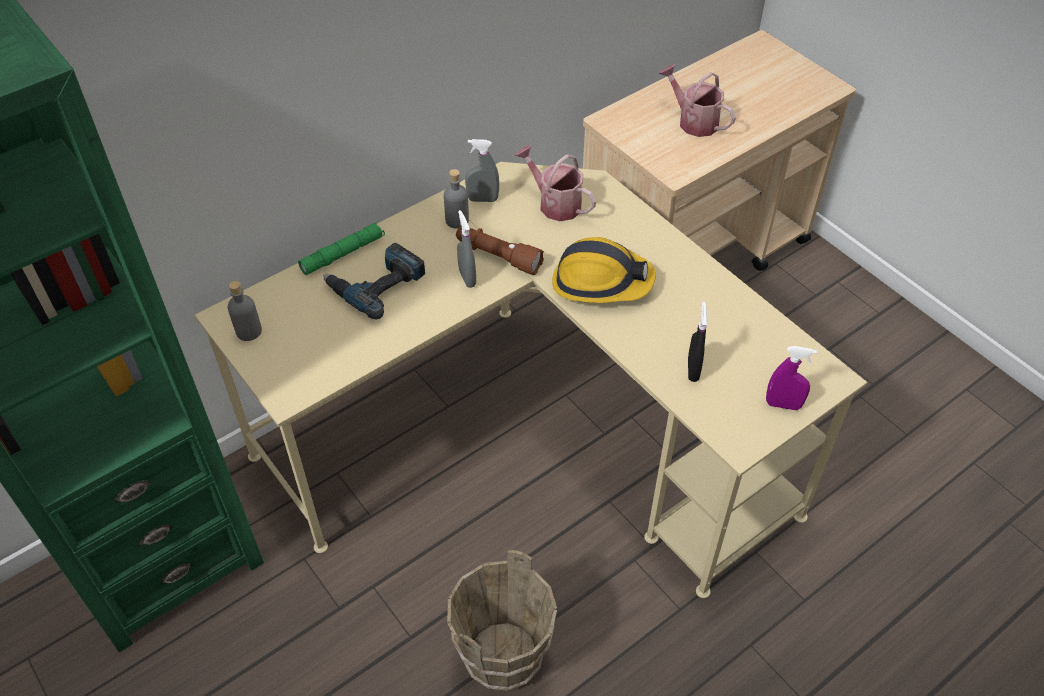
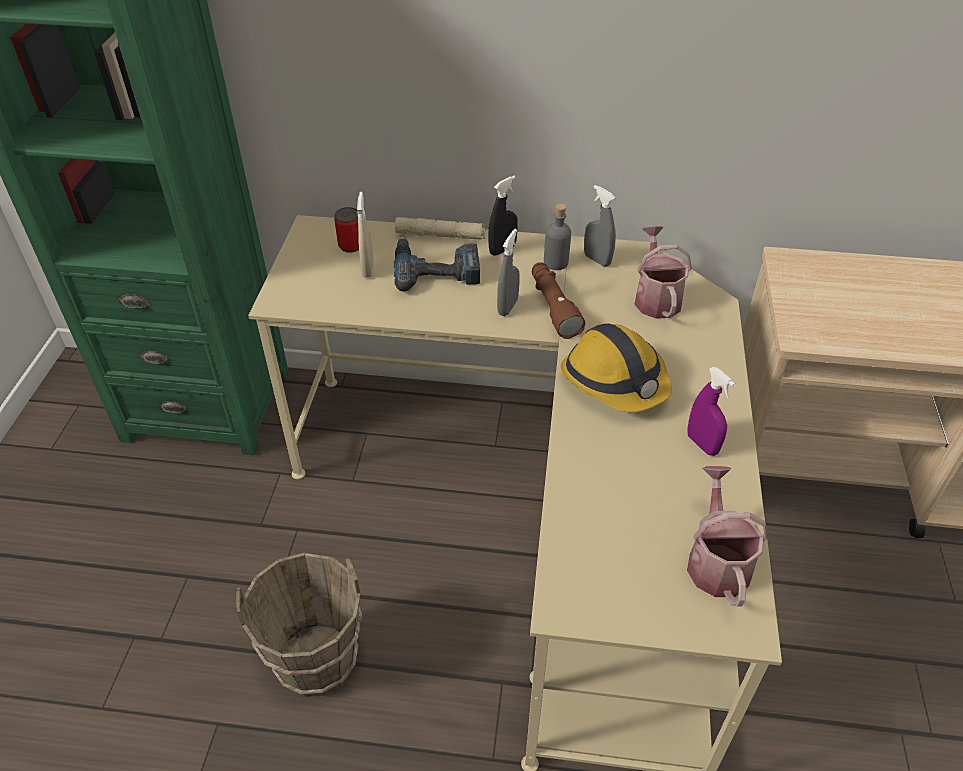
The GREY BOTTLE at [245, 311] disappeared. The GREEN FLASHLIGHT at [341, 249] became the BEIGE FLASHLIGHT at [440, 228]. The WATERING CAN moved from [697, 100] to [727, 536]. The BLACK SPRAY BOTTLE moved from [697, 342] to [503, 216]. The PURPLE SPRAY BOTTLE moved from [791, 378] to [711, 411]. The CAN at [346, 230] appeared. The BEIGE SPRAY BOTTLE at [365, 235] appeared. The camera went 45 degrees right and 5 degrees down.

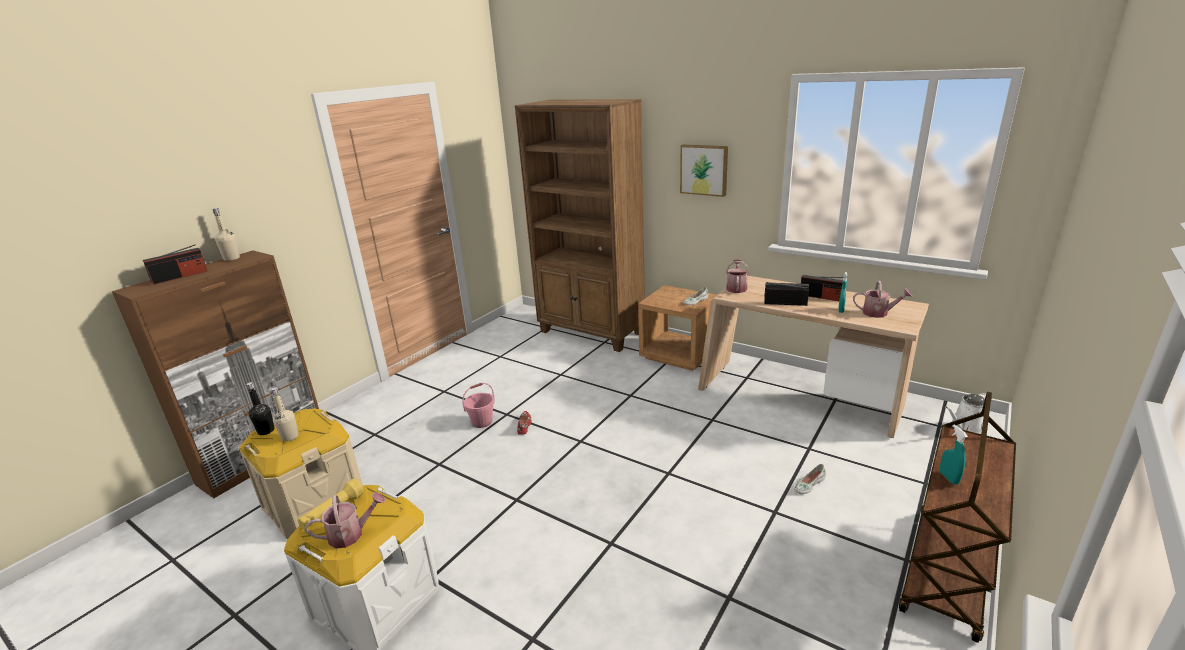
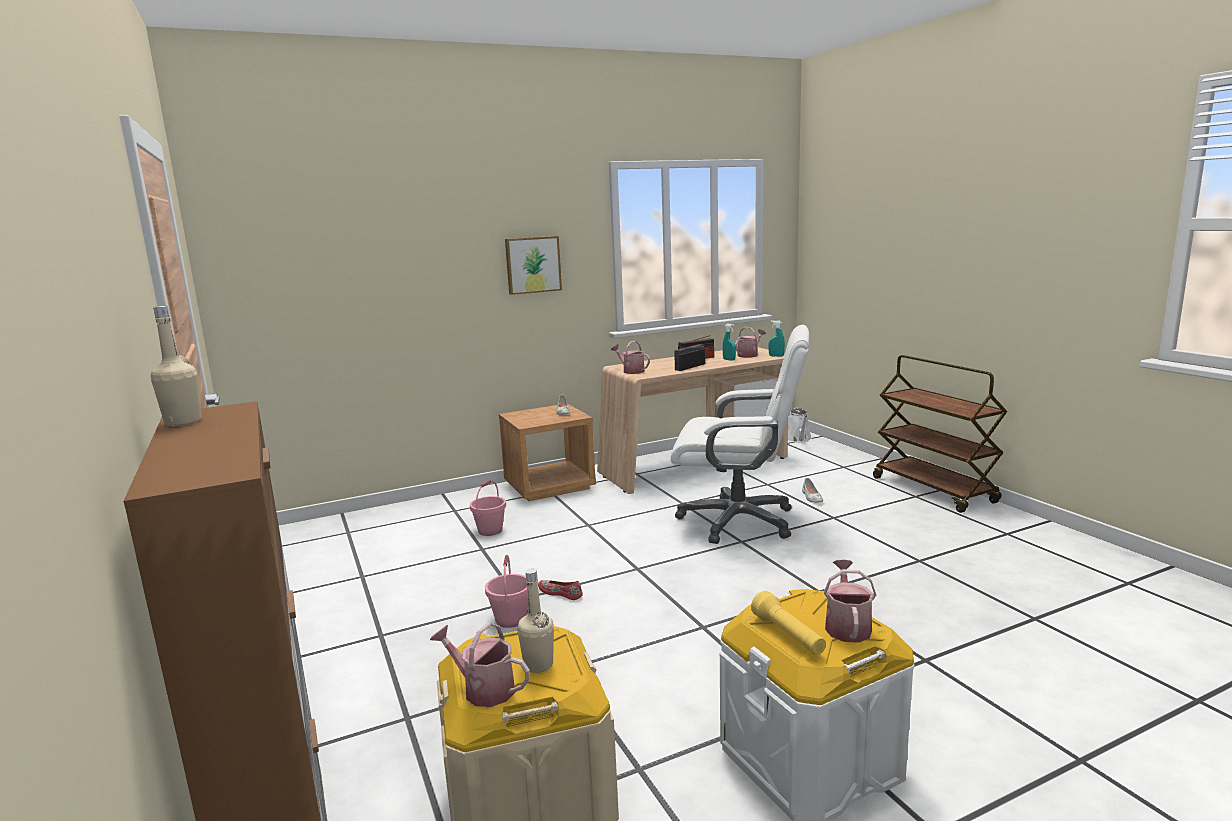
The RADIO at [175, 264] disappeared. The BLACK BOTTLE at [260, 408] was replaced by the WATERING CAN at [480, 664]. The BROWN BOOKCASE at [580, 225] disappeared. The TURQUOISE SPRAY BOTTLE moved from [954, 455] to [776, 338]. The PINK BUCKET at [488, 508] appeared. The WHITE OFFICE CHAIR at [740, 434] appeared. The camera went 60 degrees left and 10 degrees down.

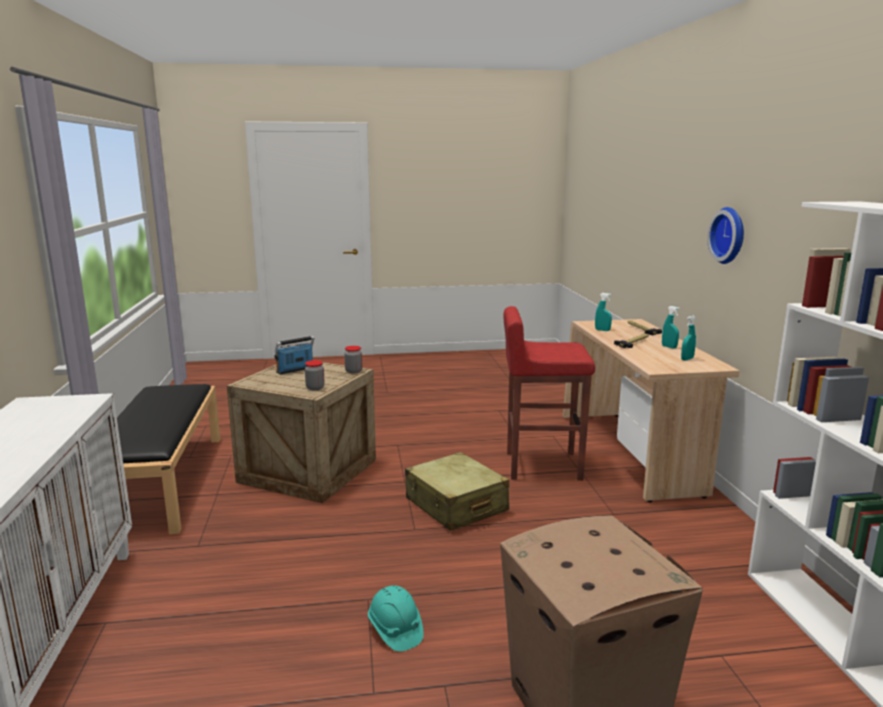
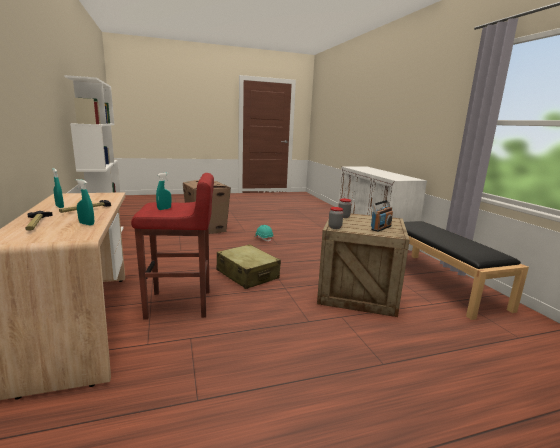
The TURQUOISE SPRAY BOTTLE moved from [688, 338] to [164, 191]. The WALL CLOCK at [725, 235] disappeared. The camera went 170 degrees right and 0 degrees up.

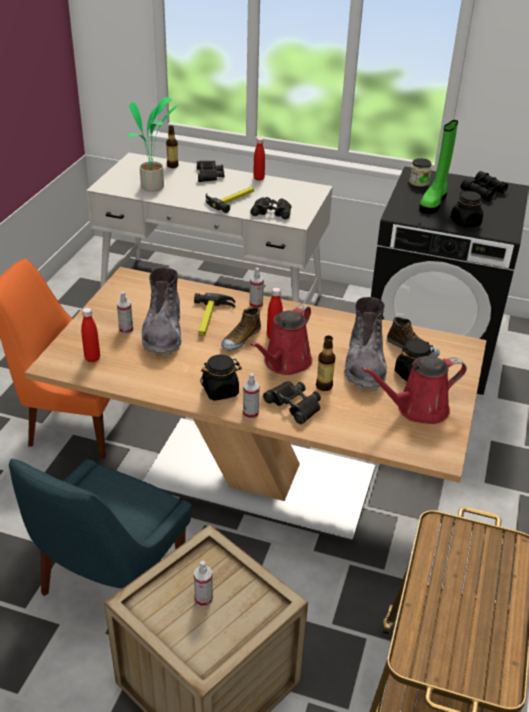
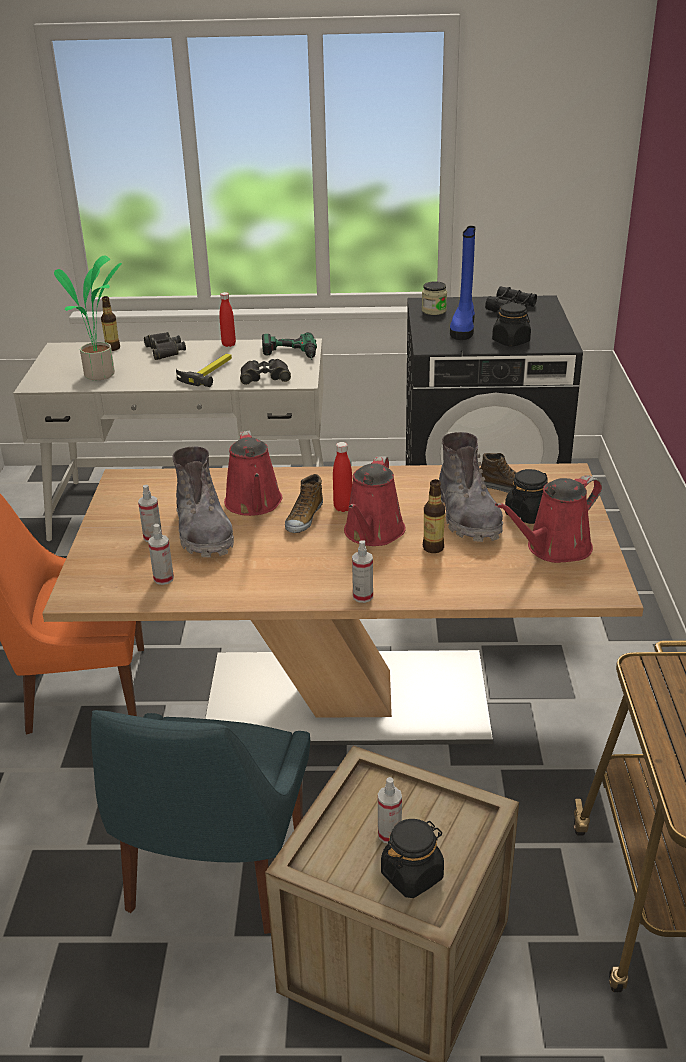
The RED BOTTLE at [90, 335] disappeared. The HAMMER at [214, 314] was replaced by the RED WATERING CAN at [253, 473]. The BLACK JAR moved from [221, 378] to [412, 858]. The SPRAY BOTTLE moved from [257, 288] to [161, 554]. The BLACK BINOCULARS at [292, 402] disappeared. The GREEN BOOT at [438, 167] became the BLUE BOOT at [463, 283]. The POWER DRILL at [289, 346] appeared. The camera went 15 degrees left and 5 degrees down.

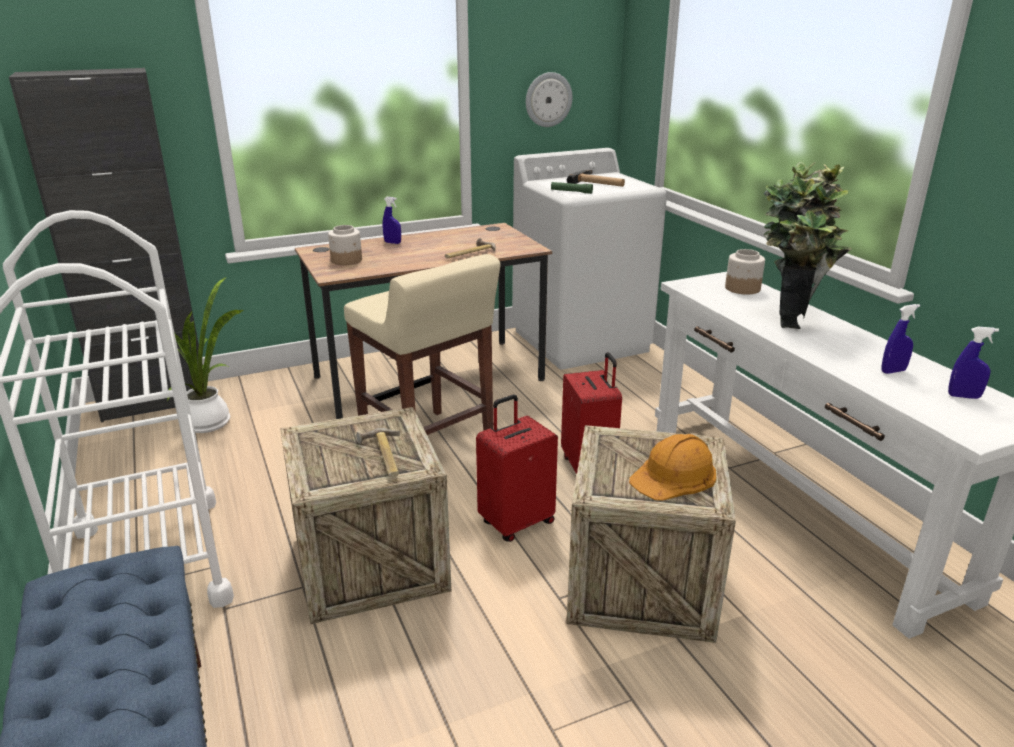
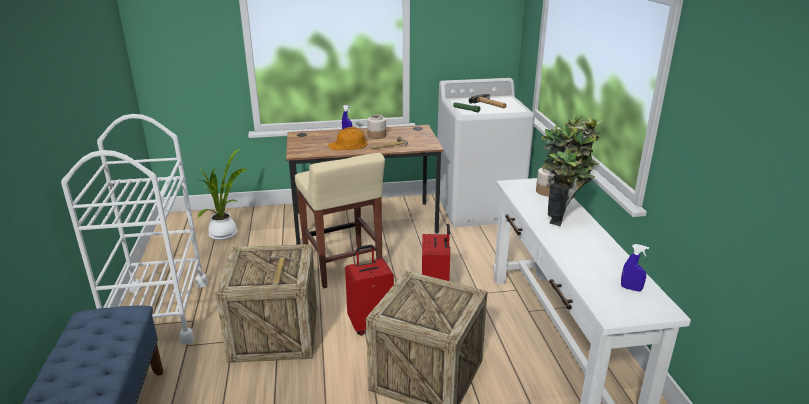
The BLACK CABINET at [106, 245] disappeared. The JAR moved from [345, 245] to [376, 126]. The WALL CLOCK at [549, 99] disappeared. The ORANGE HARD HAT moved from [672, 467] to [348, 138]. The BLUE SPRAY BOTTLE at [900, 339] disappeared. The camera went 15 degrees right and 0 degrees up.

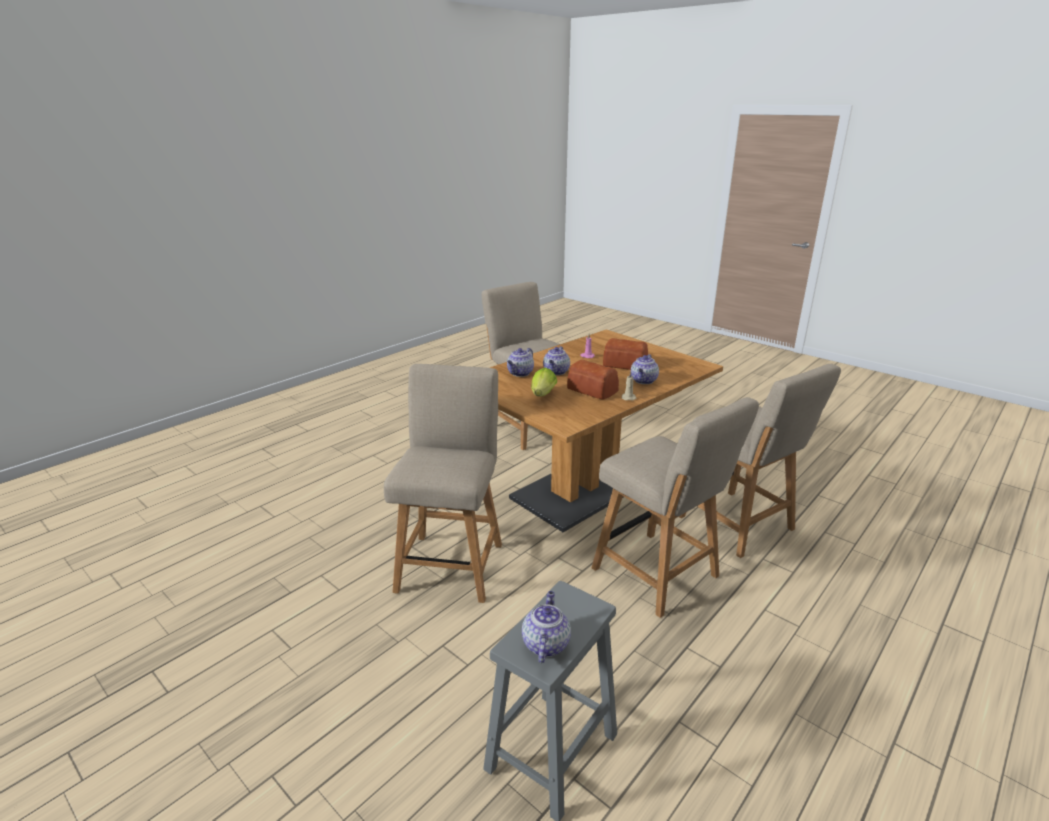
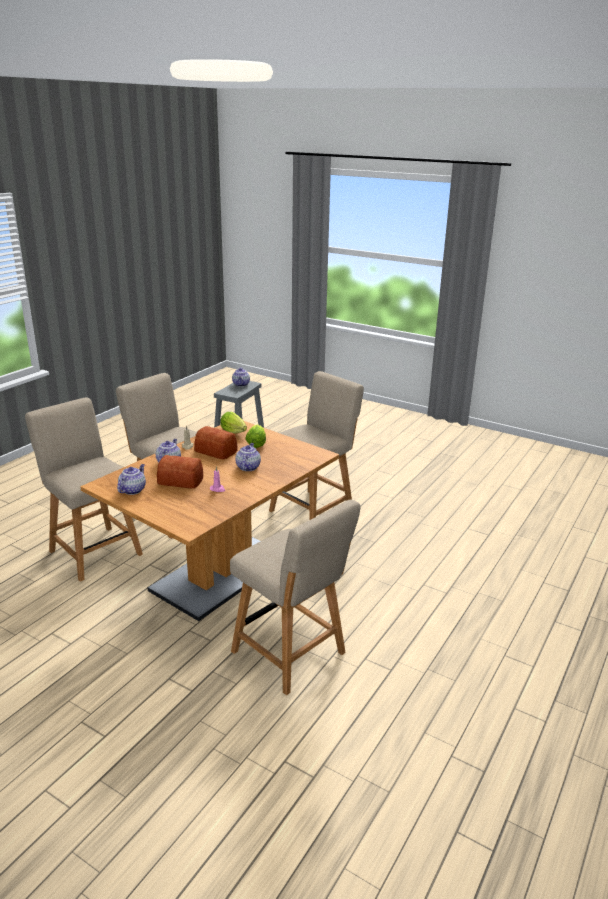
The BEIGE CHAIR at [443, 483] turned 135 degrees counterclockwise. The TEAPOT moved from [520, 362] to [131, 479]. The LETTUCE at [233, 422] appeared. The camera went 170 degrees right and 0 degrees up.

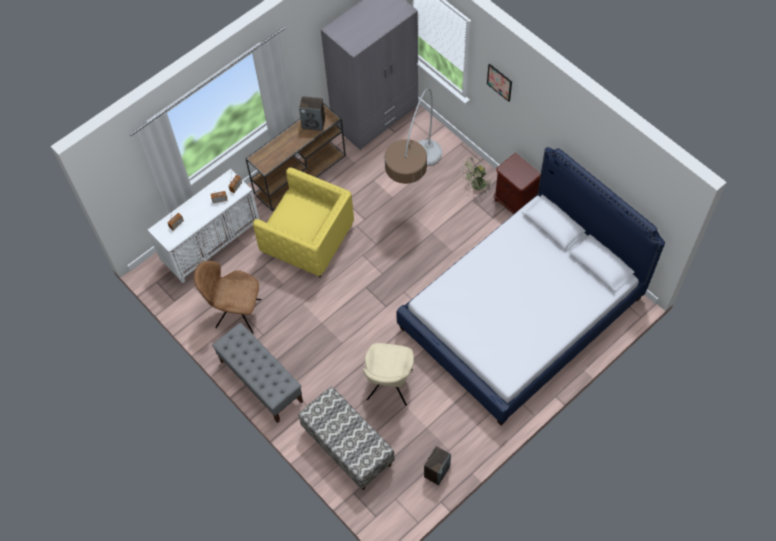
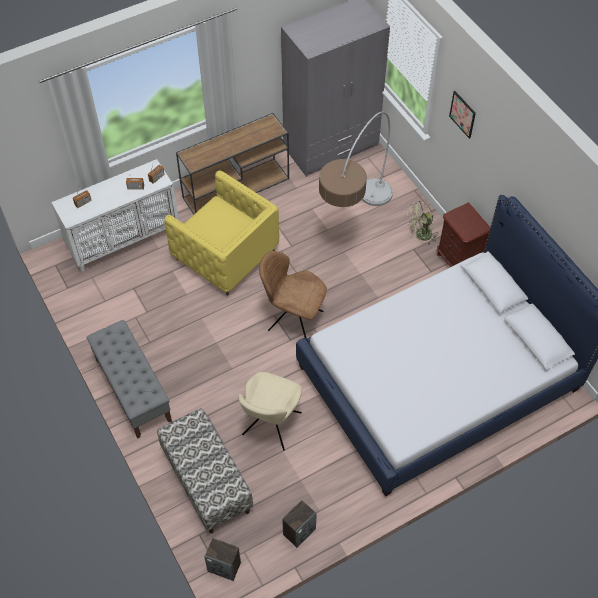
The BROWN CHAIR moved from [228, 297] to [293, 294]. The SPEAKER moved from [312, 113] to [222, 559]. The camera went 10 degrees right and 5 degrees down.

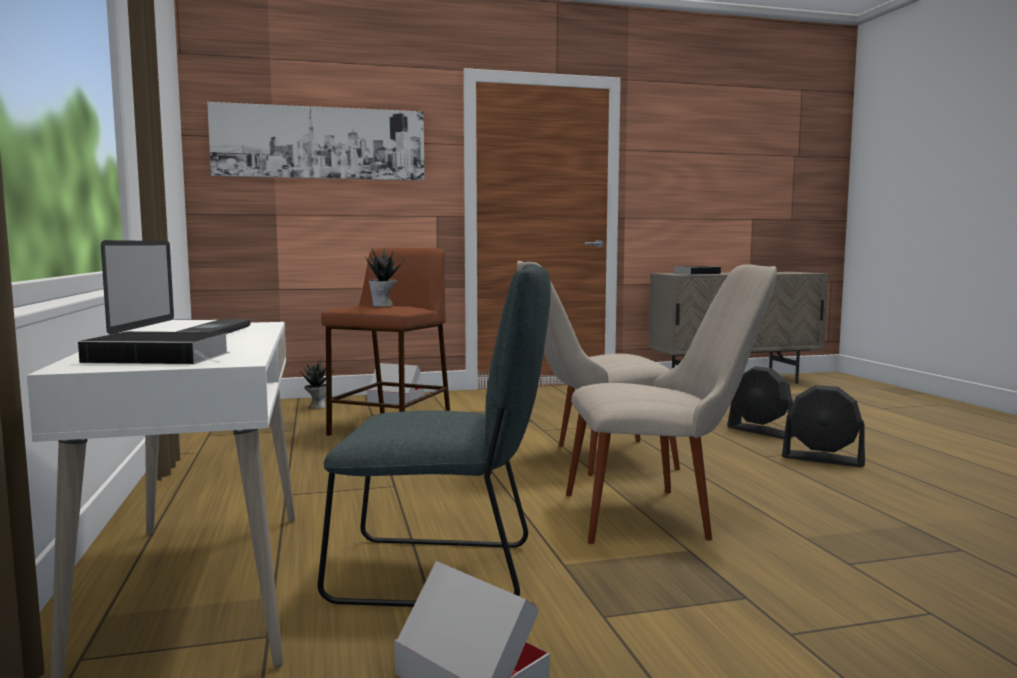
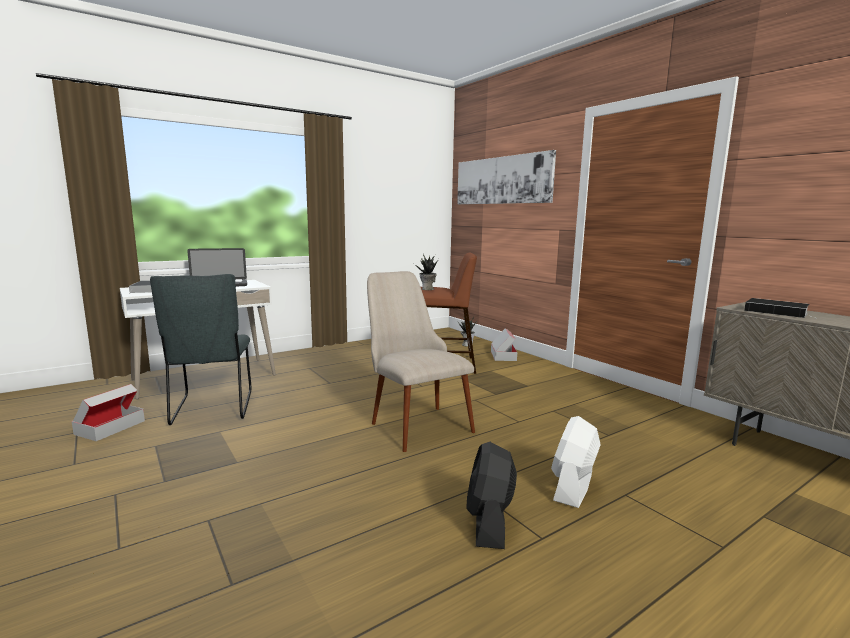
The BEIGE CHAIR at [671, 404] disappeared. The BLACK FAN at [760, 402] became the WHITE FAN at [576, 462]. The camera went 70 degrees right and 5 degrees up.

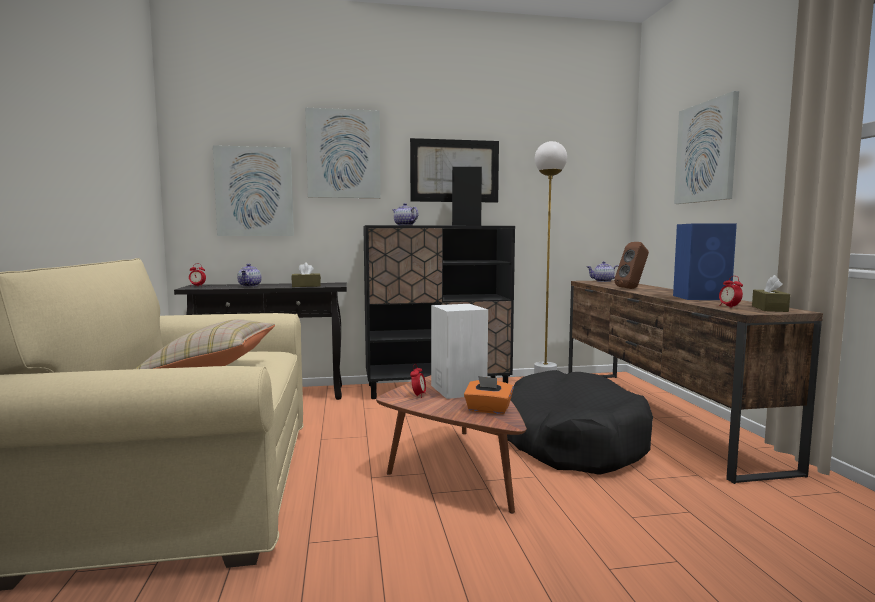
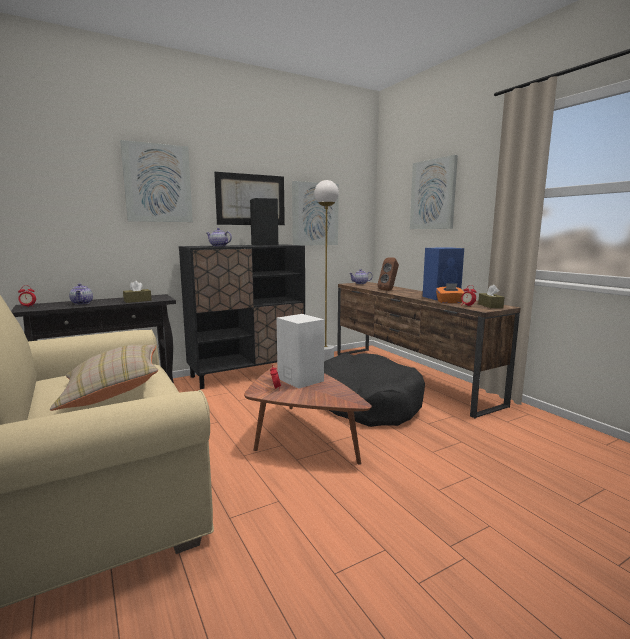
The PICTURE moved from [253, 190] to [315, 213]. The ORANGE TISSUE BOX moved from [488, 395] to [450, 293]. The camera went 20 degrees left and 5 degrees up.

